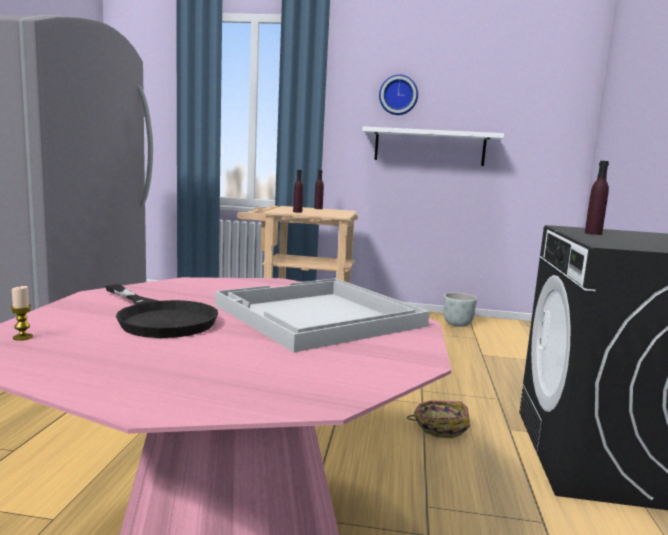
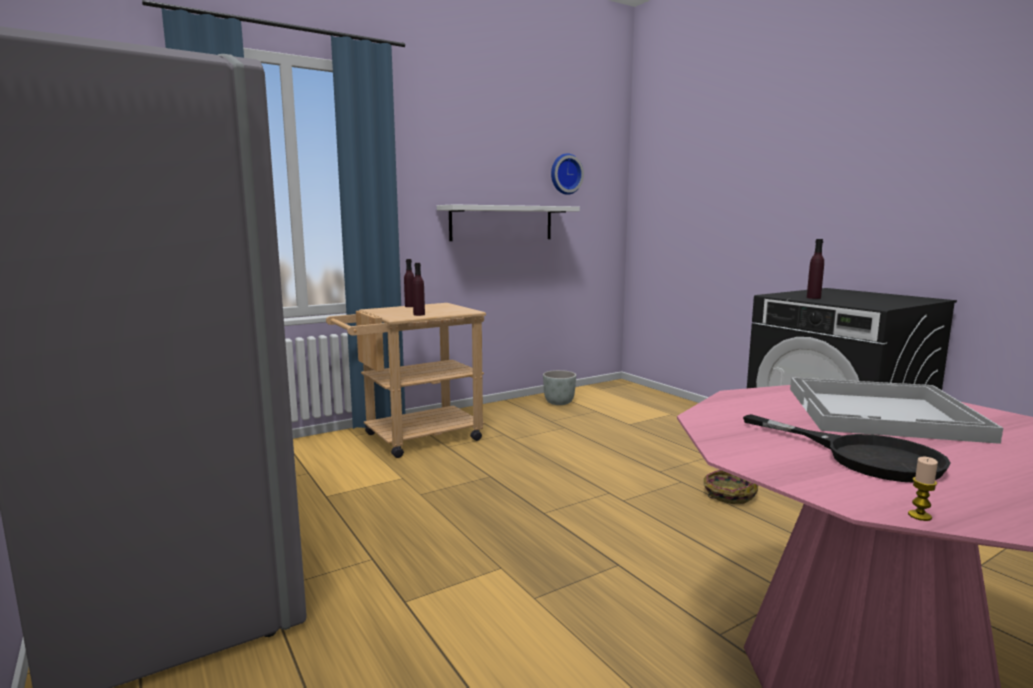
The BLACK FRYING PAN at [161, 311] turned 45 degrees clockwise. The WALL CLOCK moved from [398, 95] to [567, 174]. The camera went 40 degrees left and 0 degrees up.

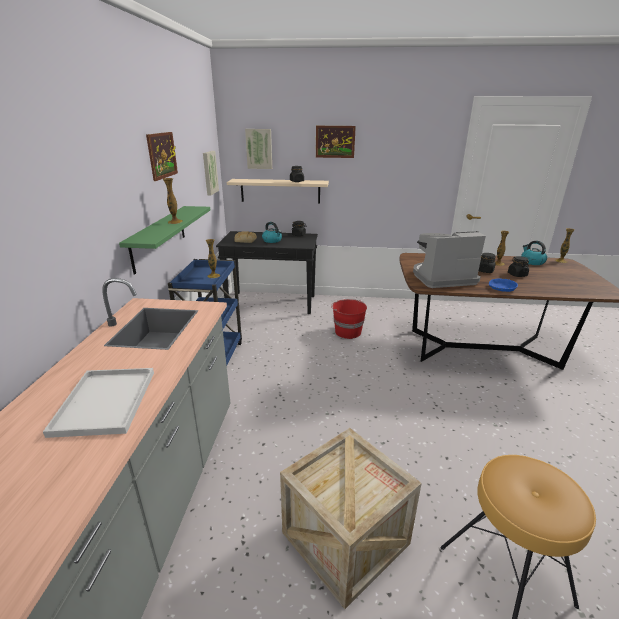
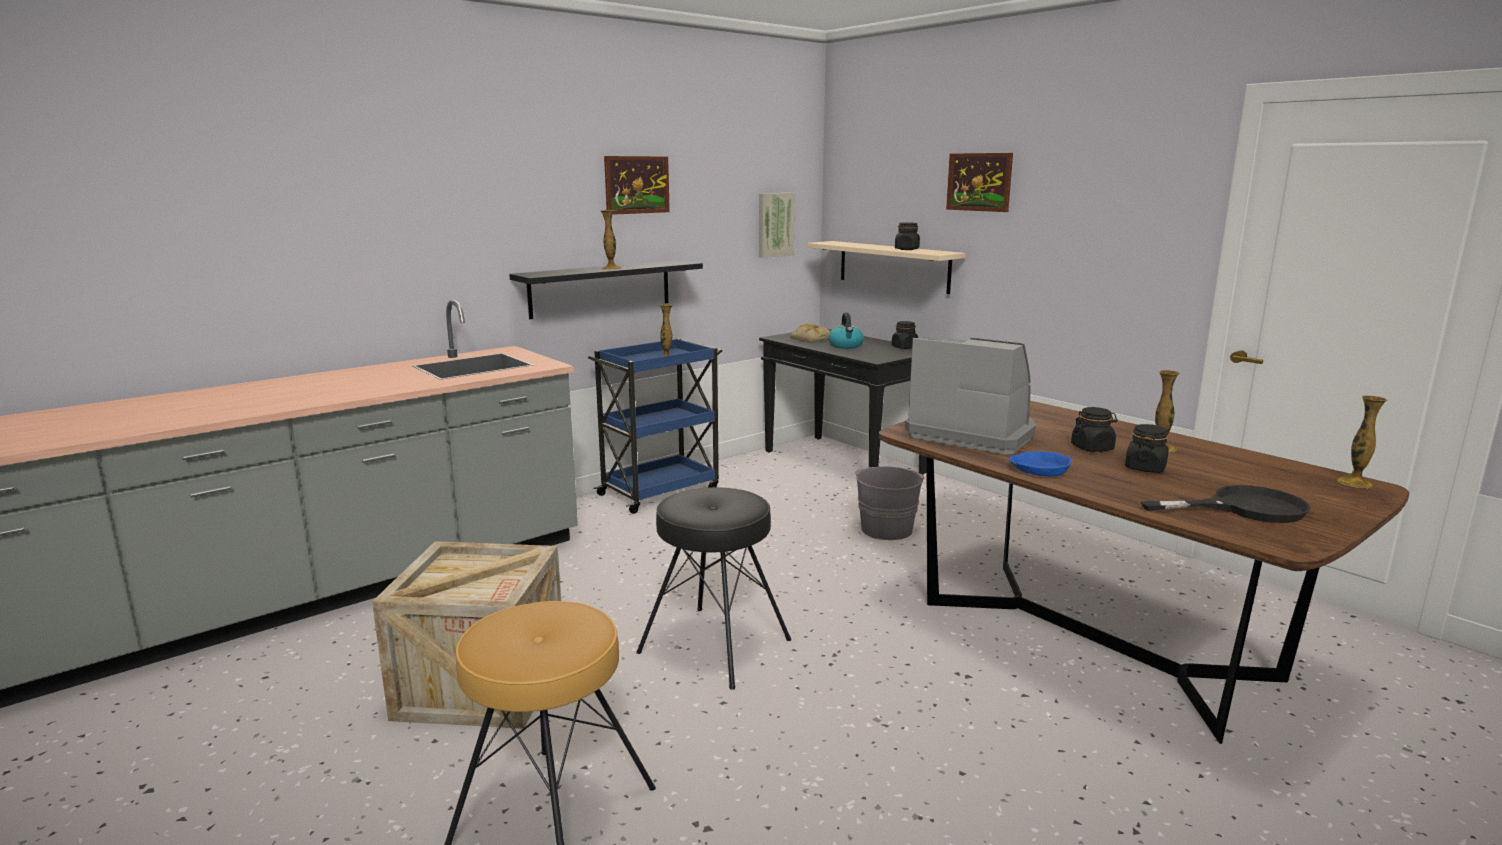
The WHITE TRAY at [98, 403] disappeared. The GREEN SHELF at [165, 240] became the BLACK SHELF at [606, 289]. The PICTURE at [258, 149] disappeared. The RED BUCKET at [349, 319] became the GREY BUCKET at [889, 503]. The KETTLE at [534, 253] disappeared. The BLACK STOOL at [713, 588] appeared. The BLACK FRYING PAN at [1225, 504] appeared. The camera went 45 degrees right and 10 degrees down.

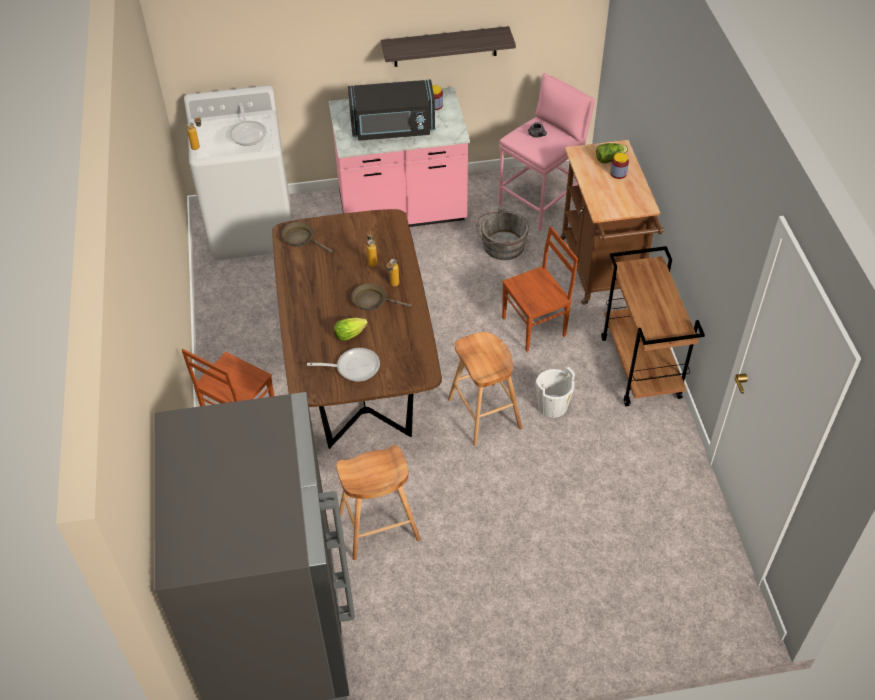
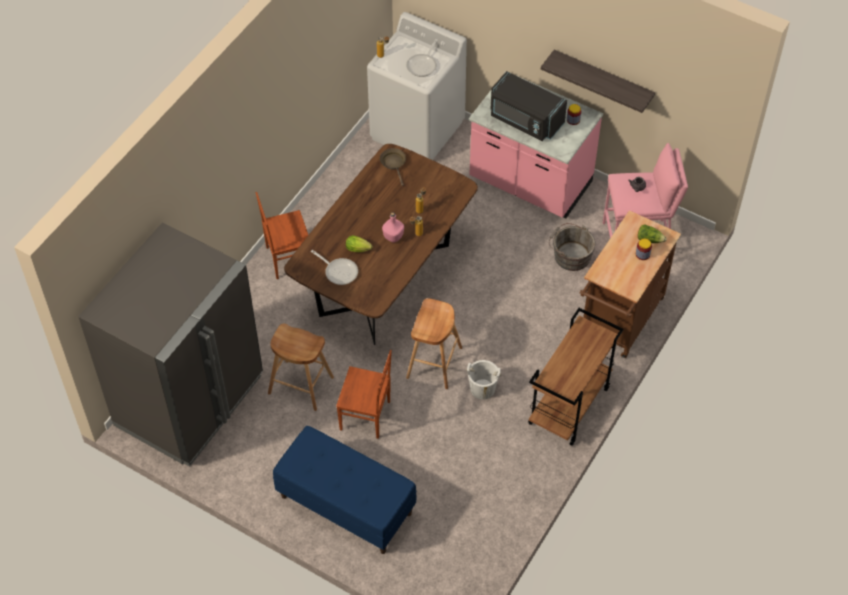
The BROWN FRYING PAN at [382, 297] was replaced by the PINK BOTTLE at [393, 227]. The BROWN CHAIR moved from [540, 289] to [364, 394]. The BLUE BENCH at [344, 490] appeared. The camera went 40 degrees right and 5 degrees up.

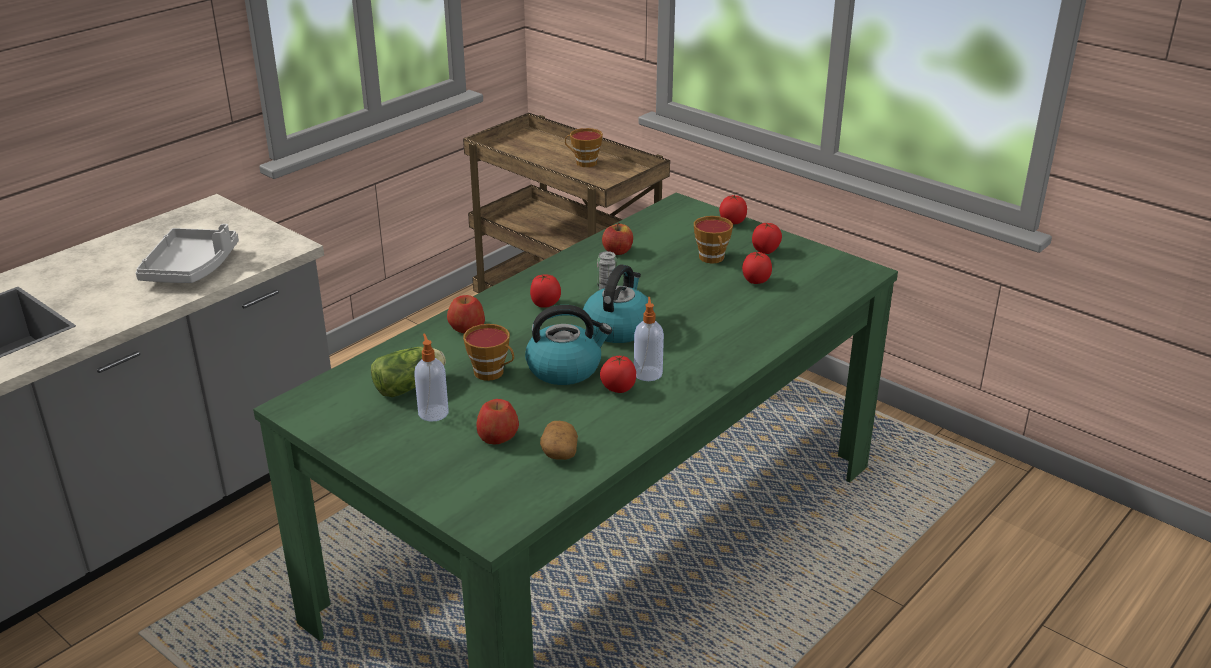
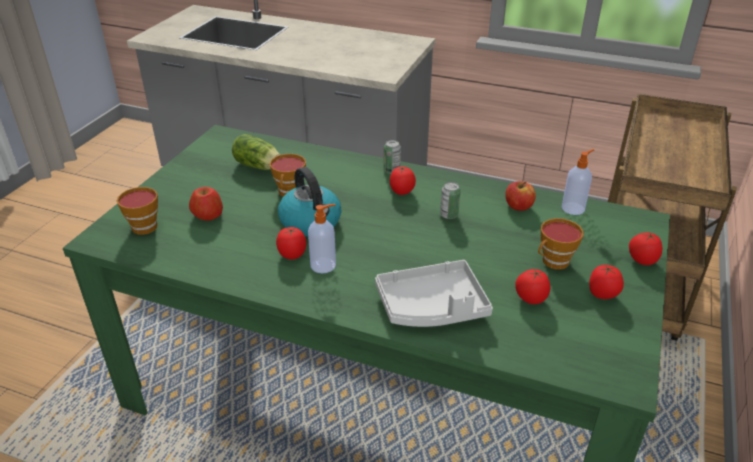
The GREY TRAY moved from [187, 253] to [434, 293]. The SOAP DISPENSER moved from [431, 377] to [578, 182]. The APPLE at [466, 314] disappeared. The POTATO at [559, 440] disappeared. The CUP moved from [584, 147] to [137, 211]. The KETTLE at [618, 304] disappeared. The CAN at [392, 157] appeared. The camera went 70 degrees right and 5 degrees up.

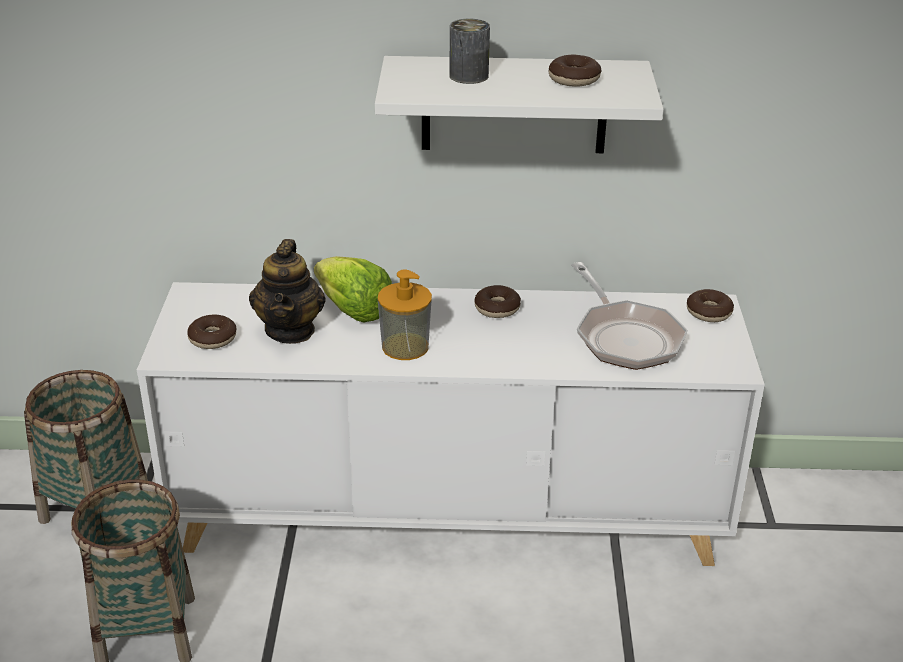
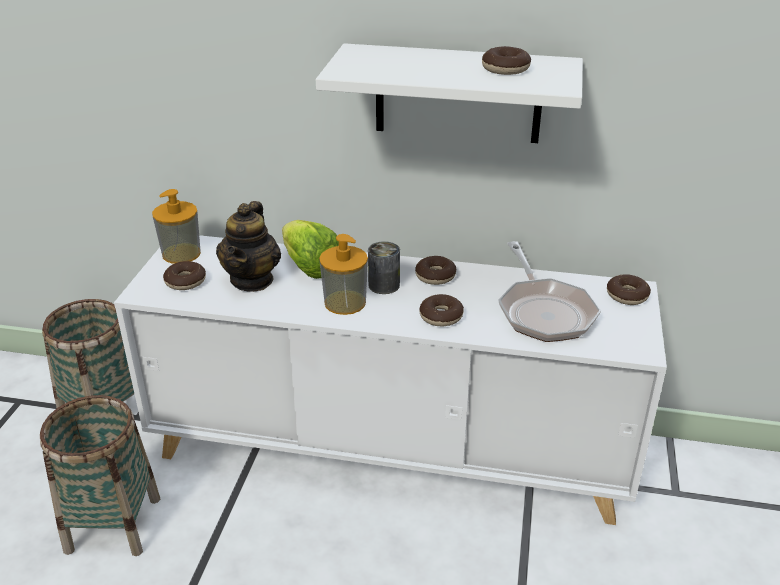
The CAN moved from [469, 51] to [384, 267]. The SOAP DISPENSER at [176, 226] appeared. The DONUT at [441, 310] appeared. The camera went 10 degrees right and 0 degrees up.

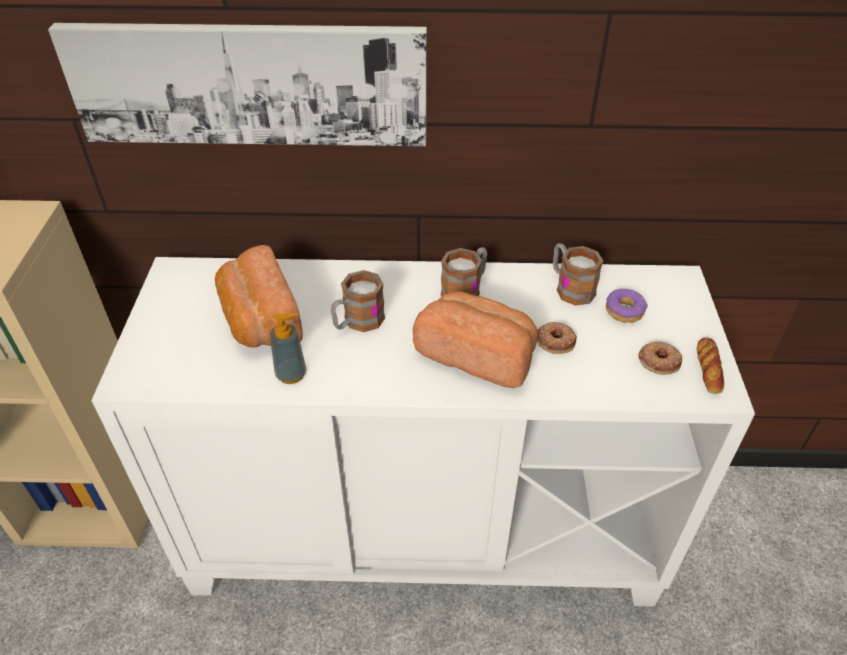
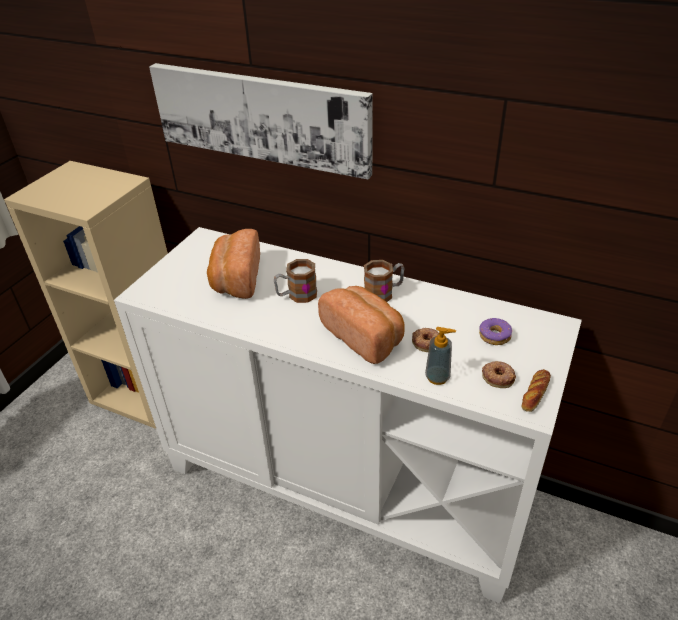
The SOAP DISPENSER moved from [288, 348] to [440, 356]. The MUG at [578, 274] disappeared. The camera went 25 degrees right and 5 degrees down.

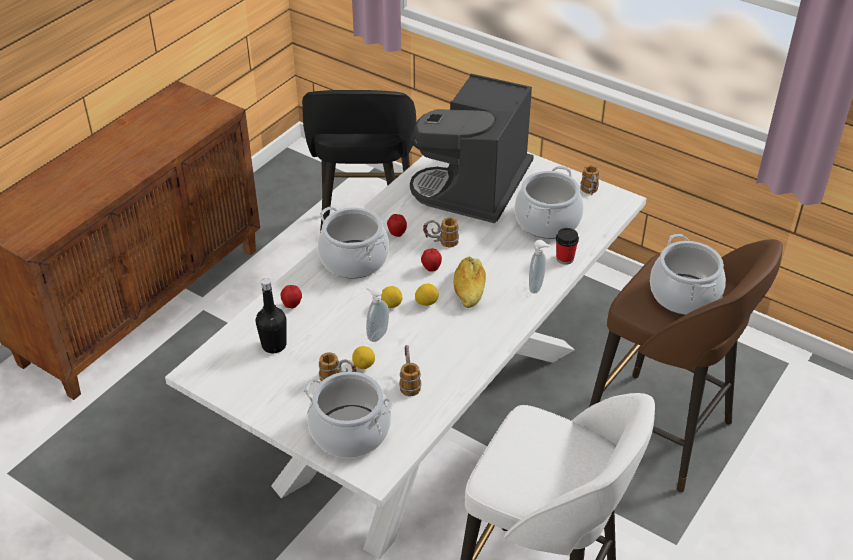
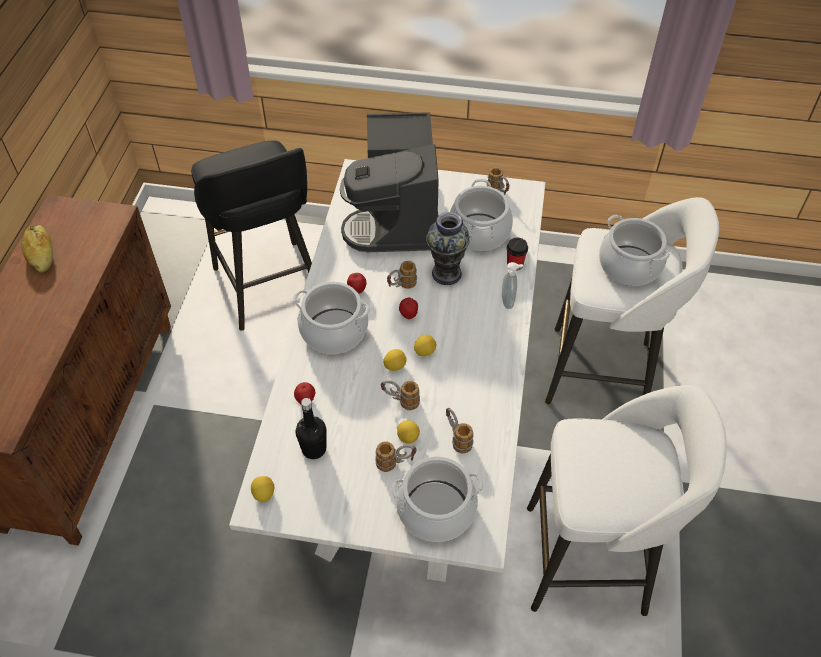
The SOAP DISPENSER at [377, 314] was replaced by the MUG at [400, 395]. The BREAD moved from [470, 282] to [37, 248]. The BROWN STOOL at [686, 365] became the WHITE STOOL at [632, 300]. The LEMON at [262, 489] appeared. The VASE at [448, 248] appeared. The camera went 25 degrees left and 10 degrees up.

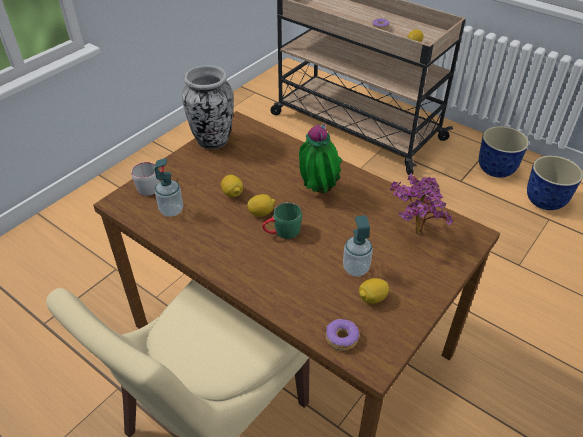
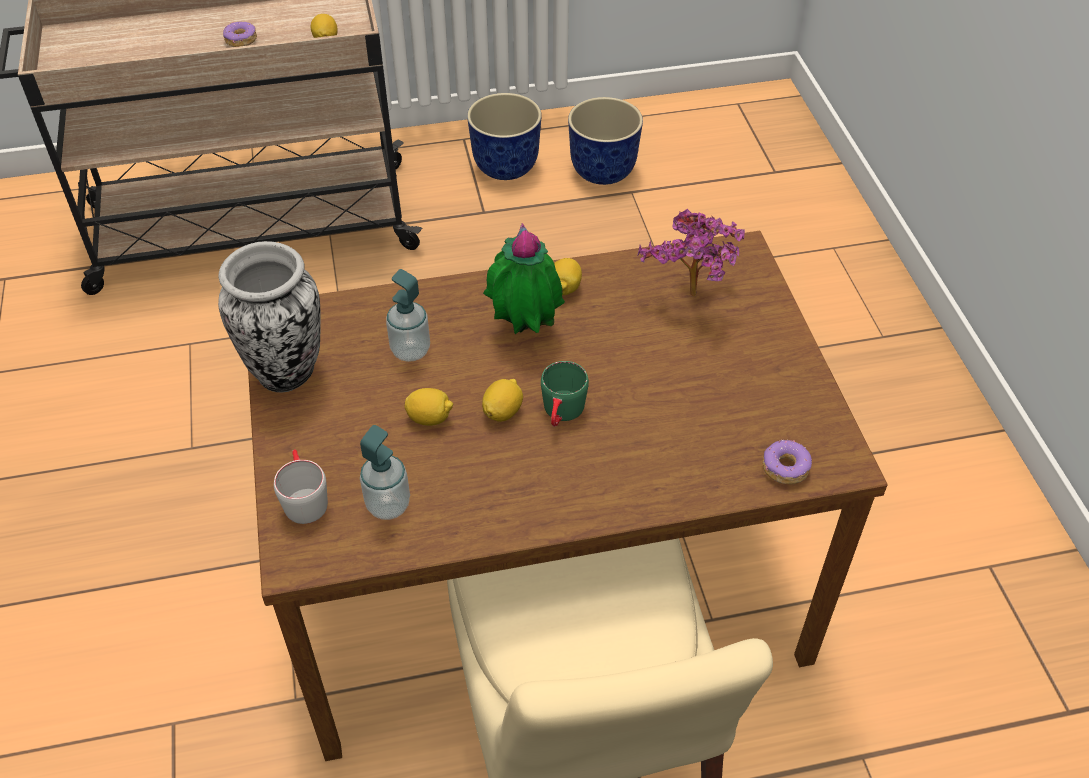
The SOAP DISPENSER moved from [358, 245] to [408, 315]. The LEMON moved from [374, 291] to [568, 276]. The camera went 50 degrees left and 5 degrees up.

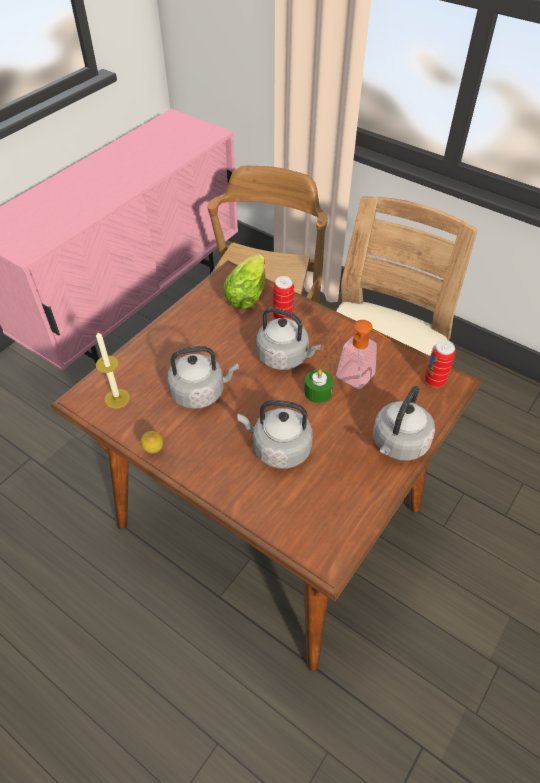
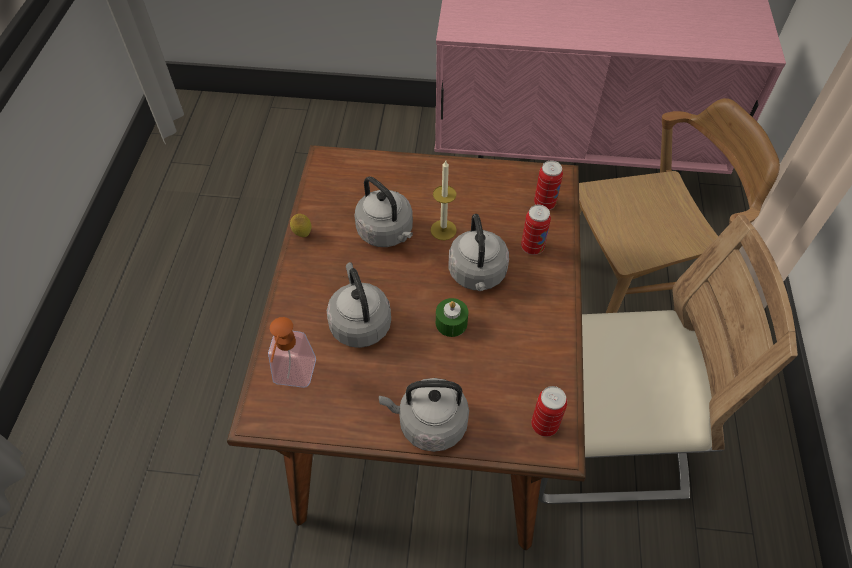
The CANDLE moved from [113, 370] to [443, 200]. The LETTUCE at [244, 281] was replaced by the CAN at [548, 185]. The SOAP DISPENSER moved from [363, 354] to [292, 352]. The camera went 60 degrees right and 5 degrees up.

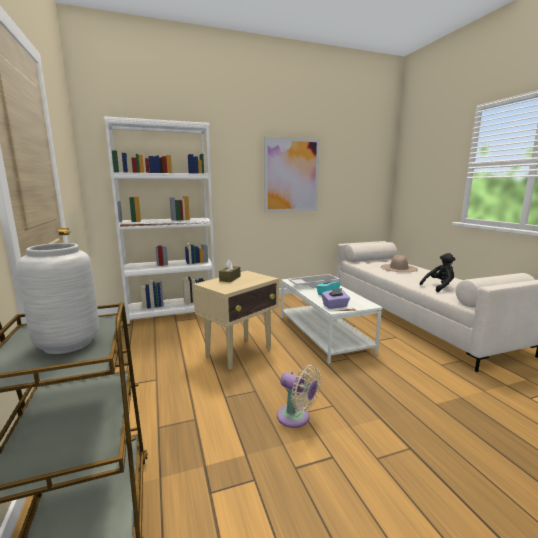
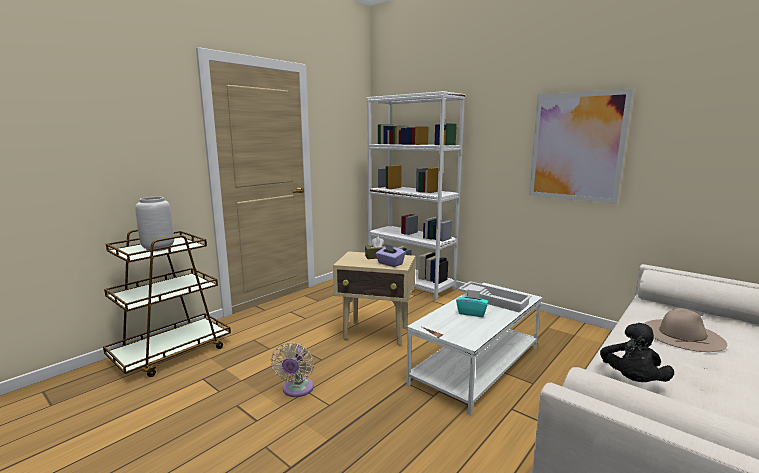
The PURPLE TISSUE BOX moved from [335, 298] to [390, 255]. The BLACK PLUSH TOY at [437, 272] turned 75 degrees clockwise. The camera went 60 degrees right and 0 degrees up.

